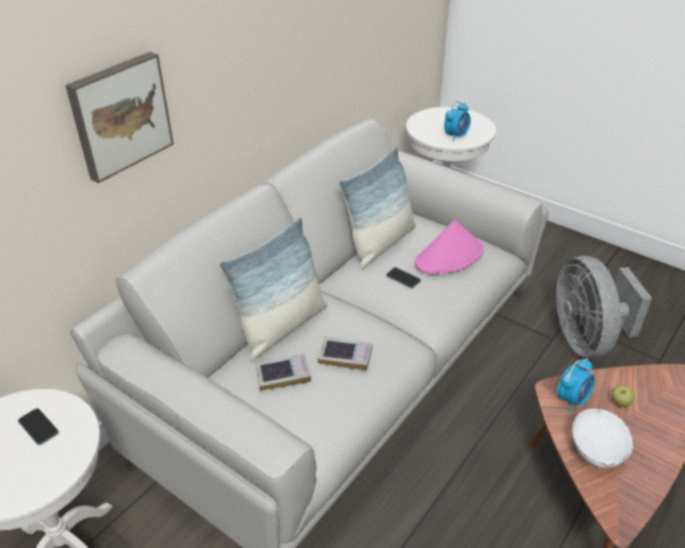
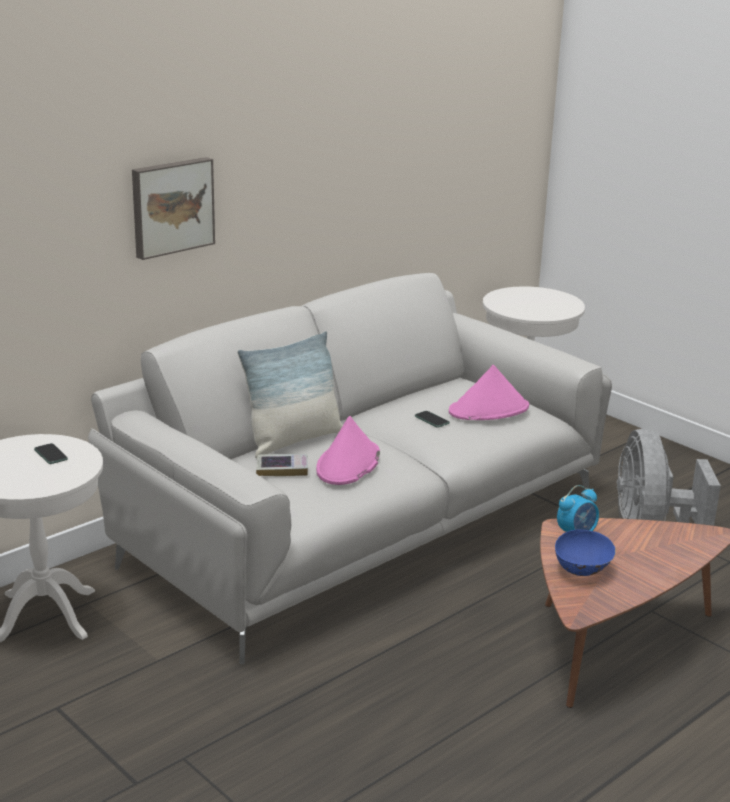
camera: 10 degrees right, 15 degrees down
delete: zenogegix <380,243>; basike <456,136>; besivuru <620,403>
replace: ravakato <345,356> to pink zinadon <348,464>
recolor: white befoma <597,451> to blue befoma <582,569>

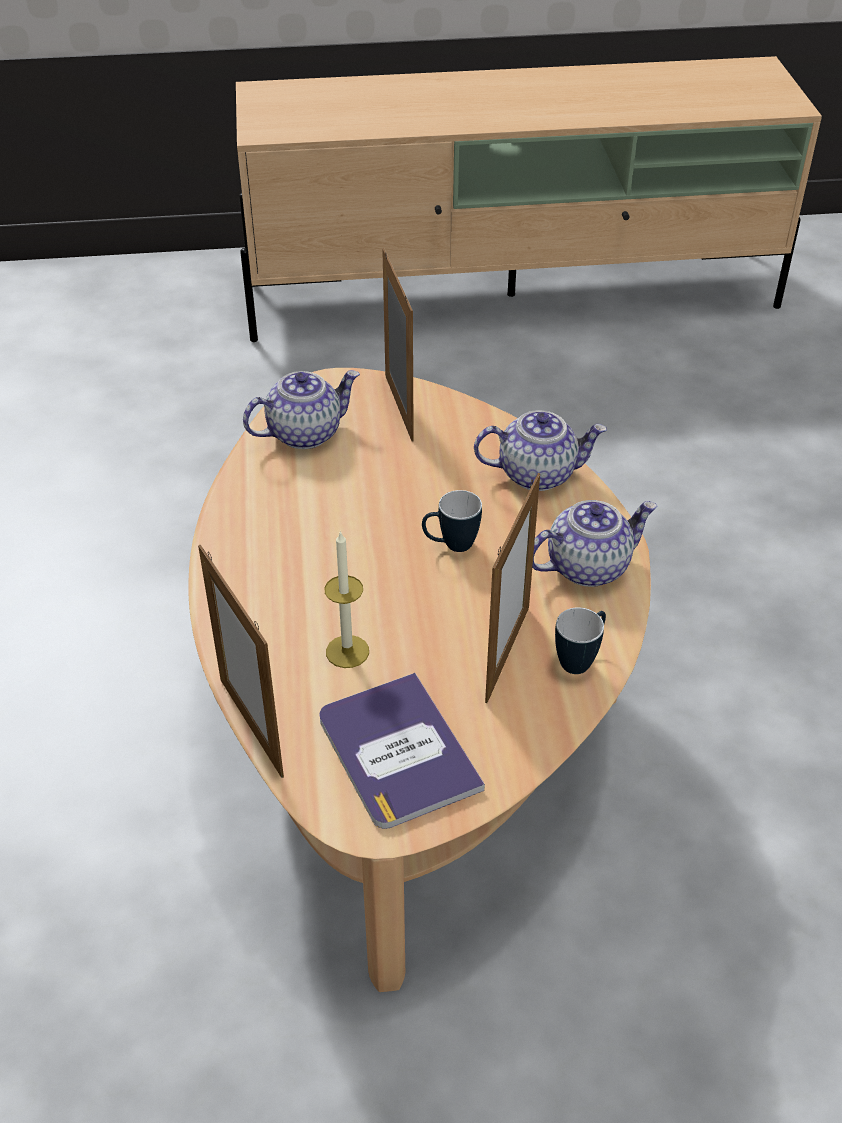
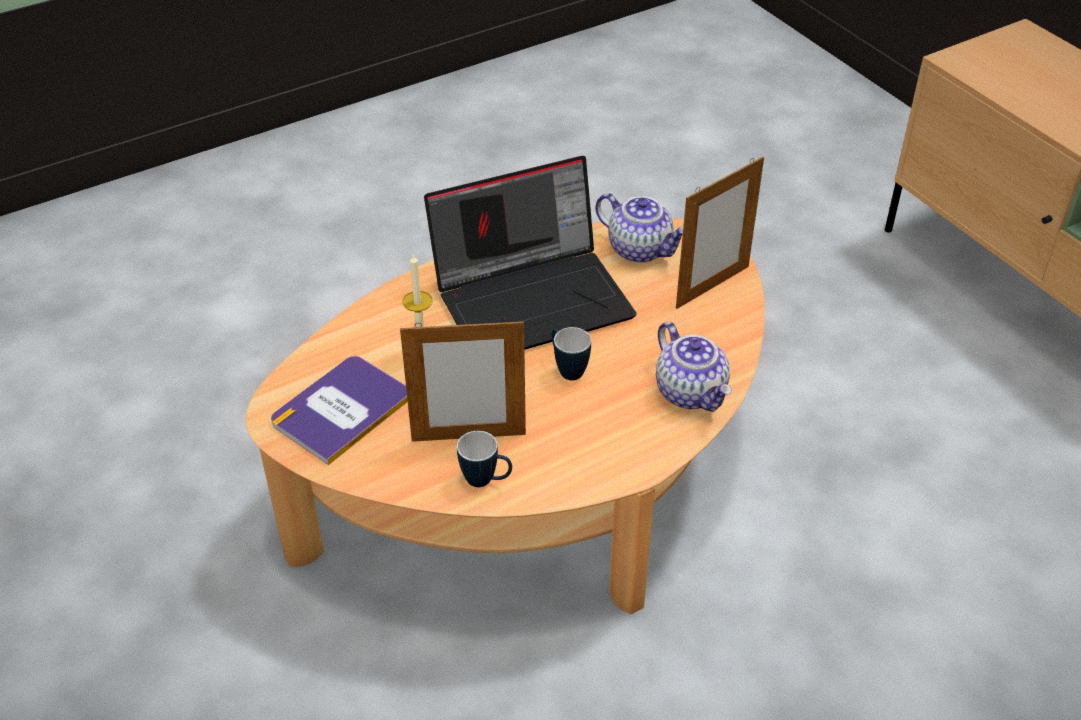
camera: 65 degrees right, 0 degrees up
delete: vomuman <251,727>; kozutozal <588,566>
insert: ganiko <534,297>

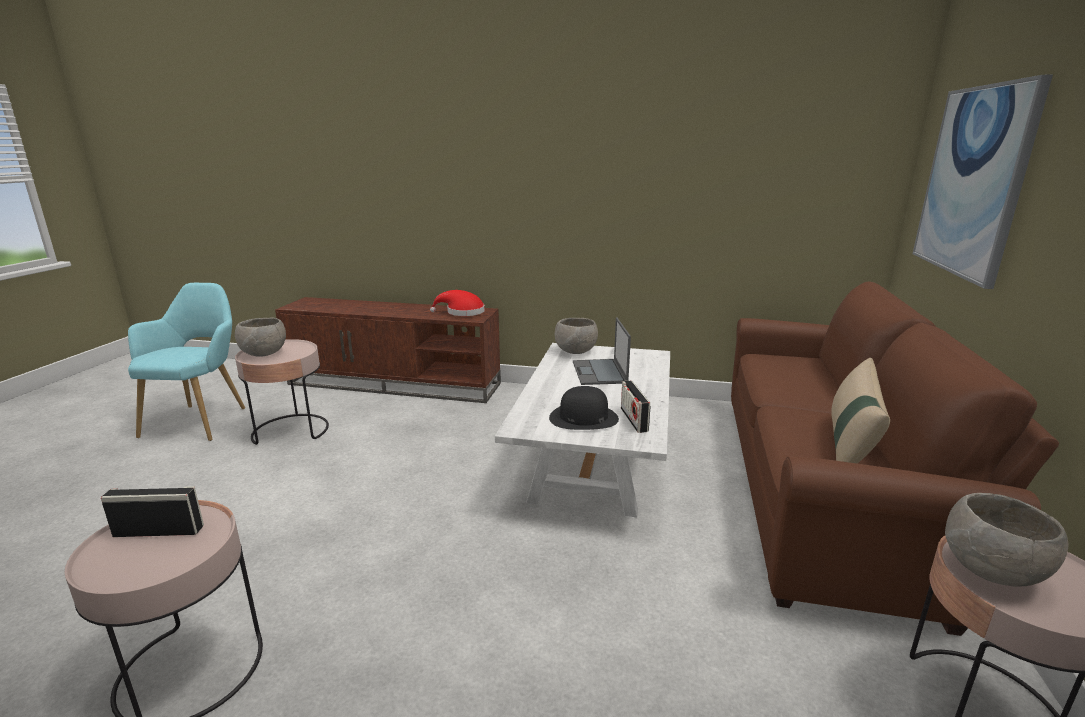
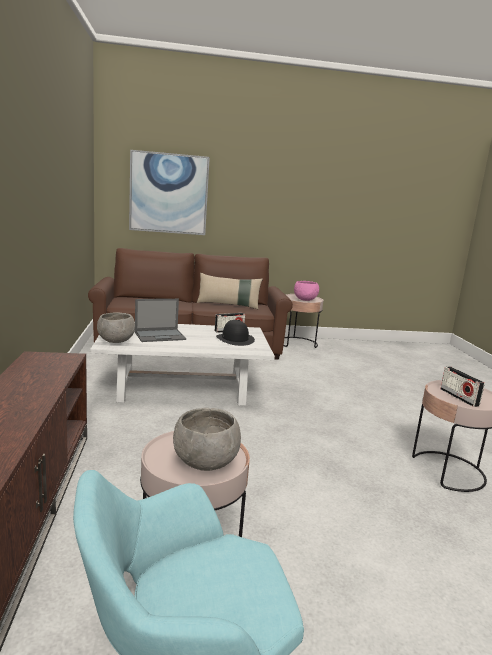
camera: 110 degrees left, 5 degrees down
delete: red zinadon <462,312>
recolor: grey befoma <992,572> to pink befoma <305,300>

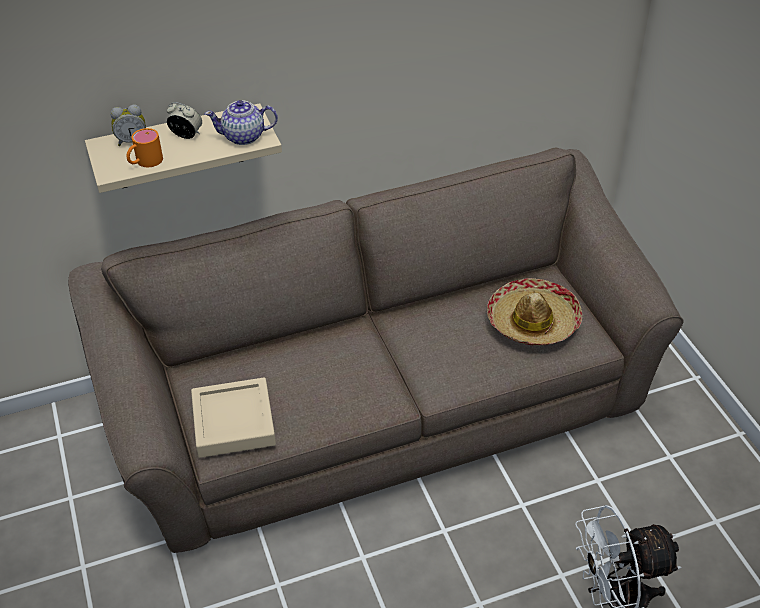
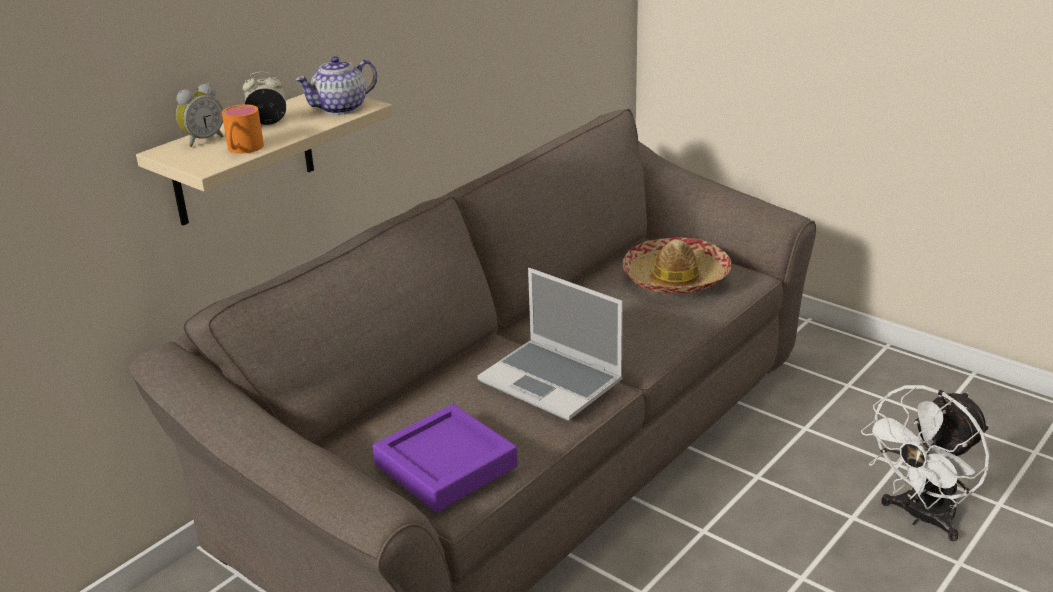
camera: 30 degrees left, 15 degrees down
insert: ganiko <553,381>
recolor: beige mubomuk <234,422> to purple mubomuk <446,465>

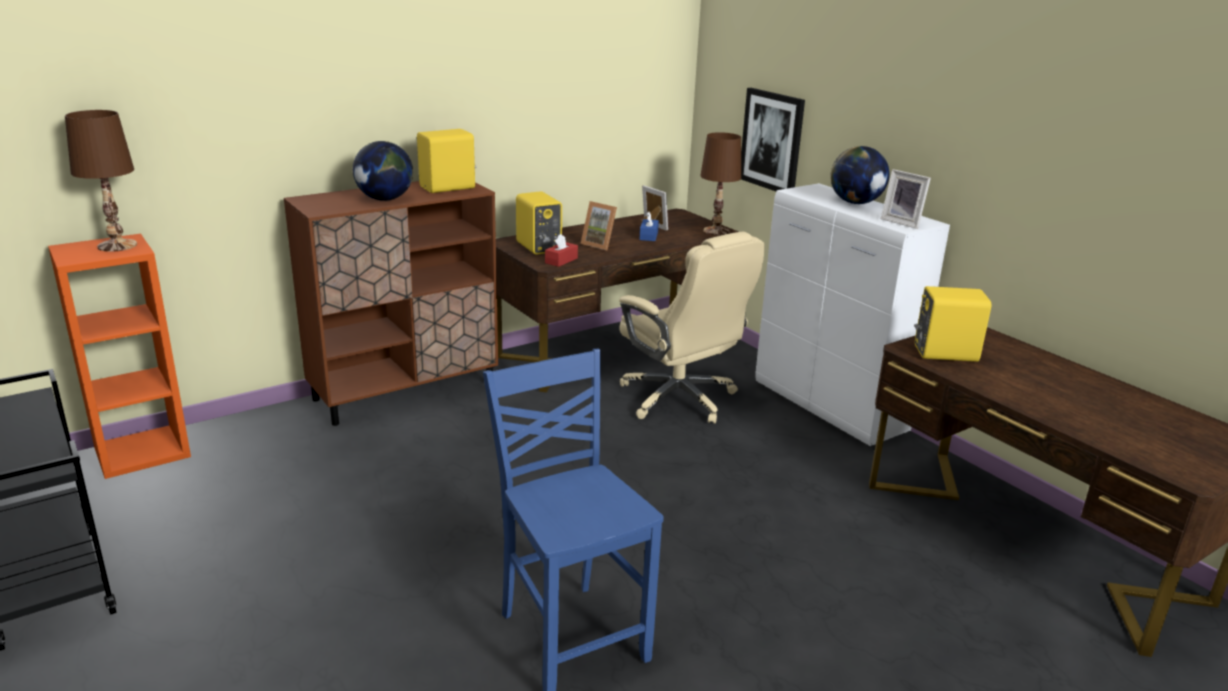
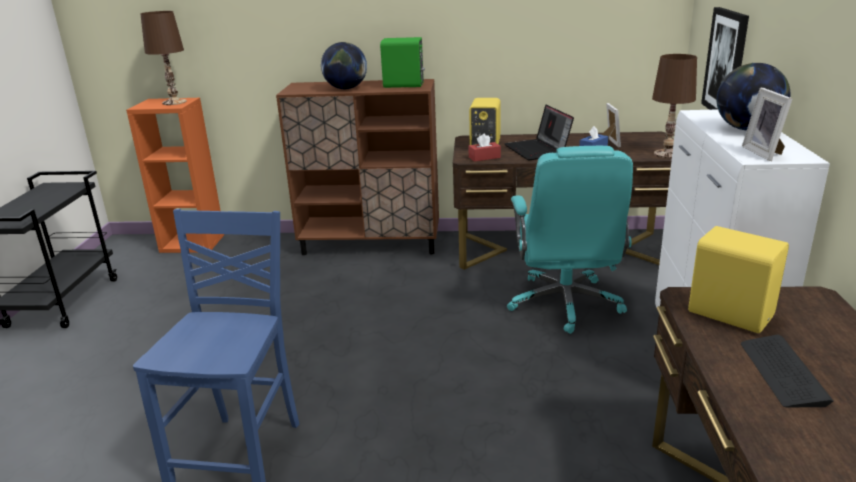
camera: 40 degrees right, 0 degrees up
insert: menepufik <782,372>
replace: vomuman <600,244> to ganiko <538,150>
recolor: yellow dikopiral <449,188> to green dikopiral <404,85>; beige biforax <680,399> to turquoise biforax <565,304>

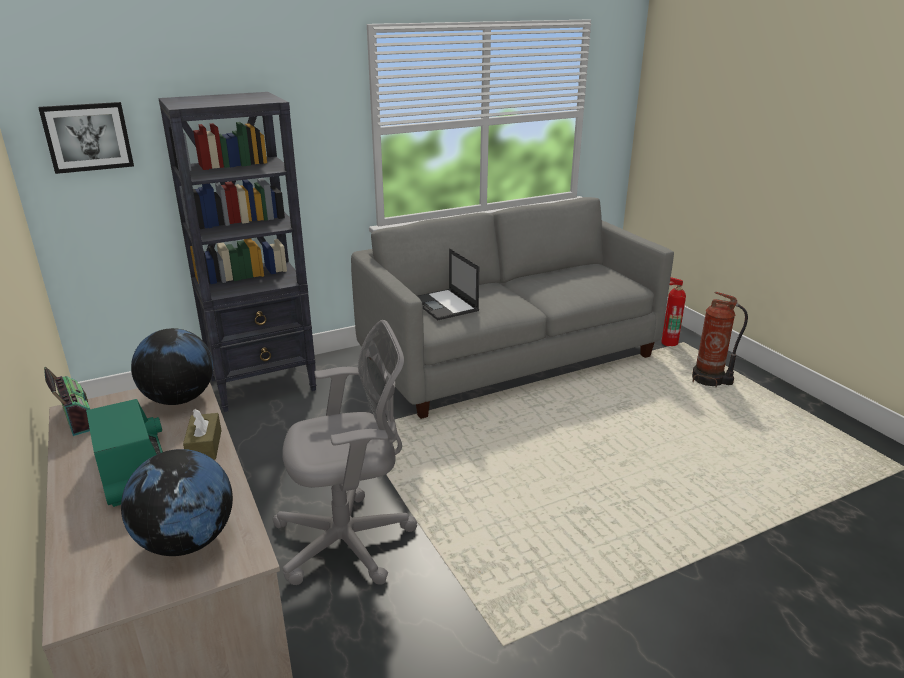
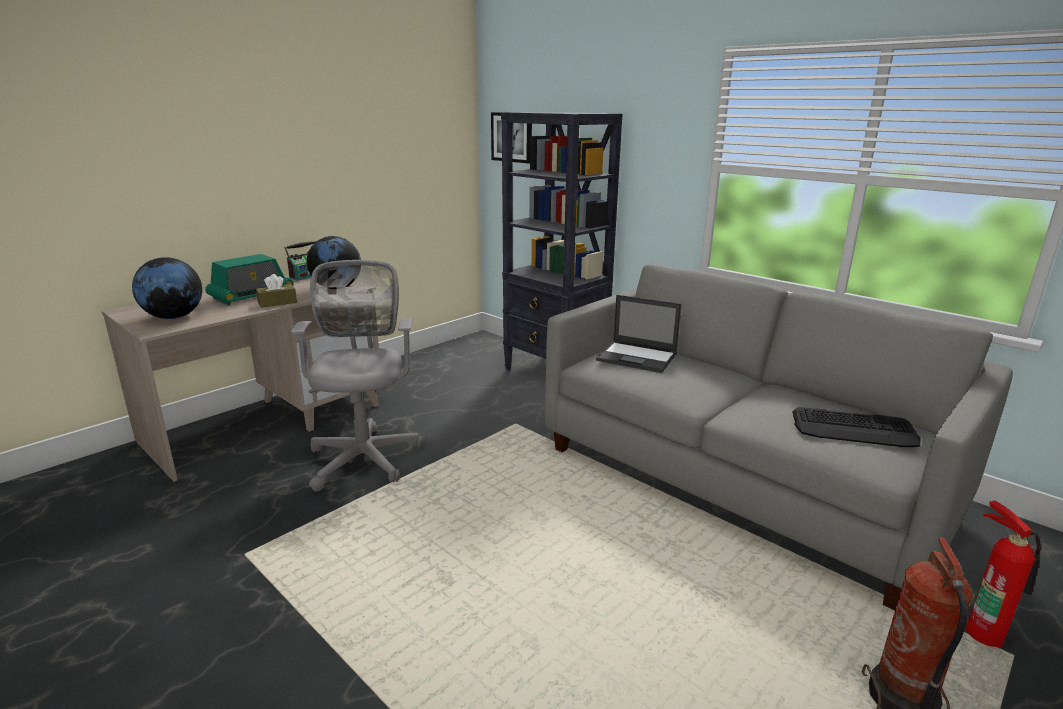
camera: 70 degrees right, 5 degrees down
insert: menepufik <854,429>
rotate: grey biforax <350,540> = <365,456> 150 degrees counterclockwise; ganiko <445,305> = <638,357> 105 degrees counterclockwise

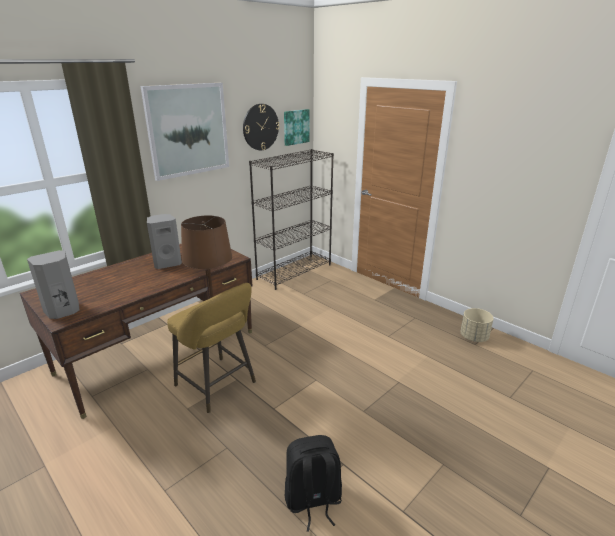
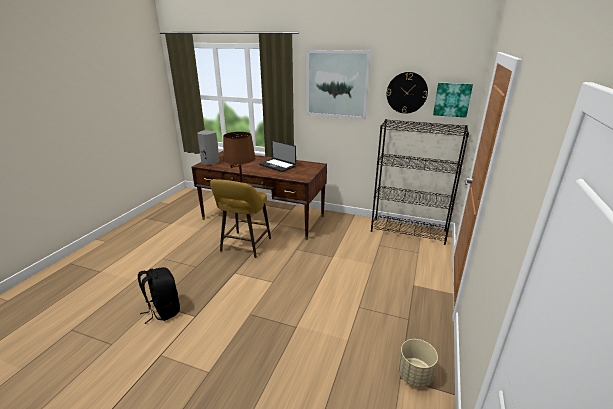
camera: 65 degrees right, 0 degrees up
replace: grey dikopiral <167,263> to ganiko <277,166>

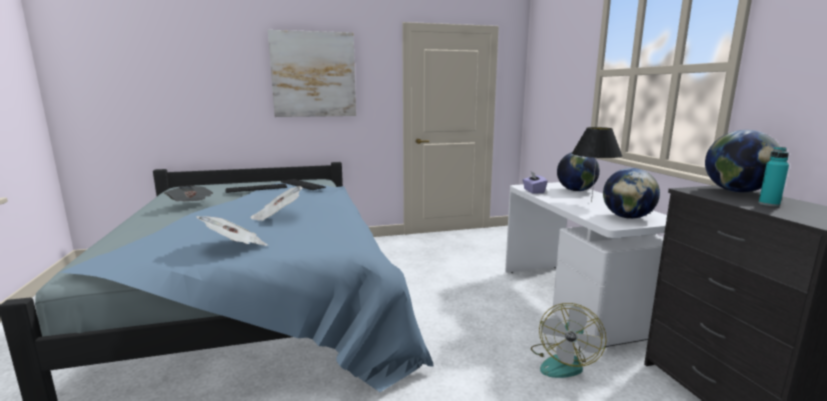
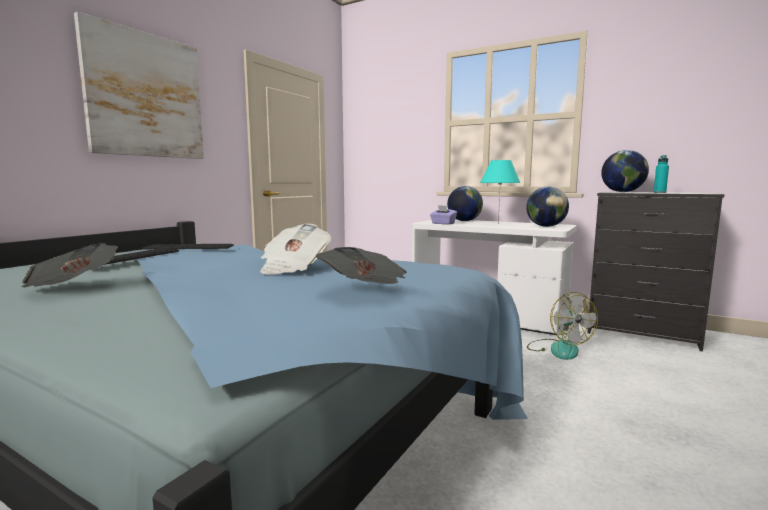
camera: 45 degrees left, 5 degrees down
recolor: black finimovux <591,202> to turquoise finimovux <498,224>

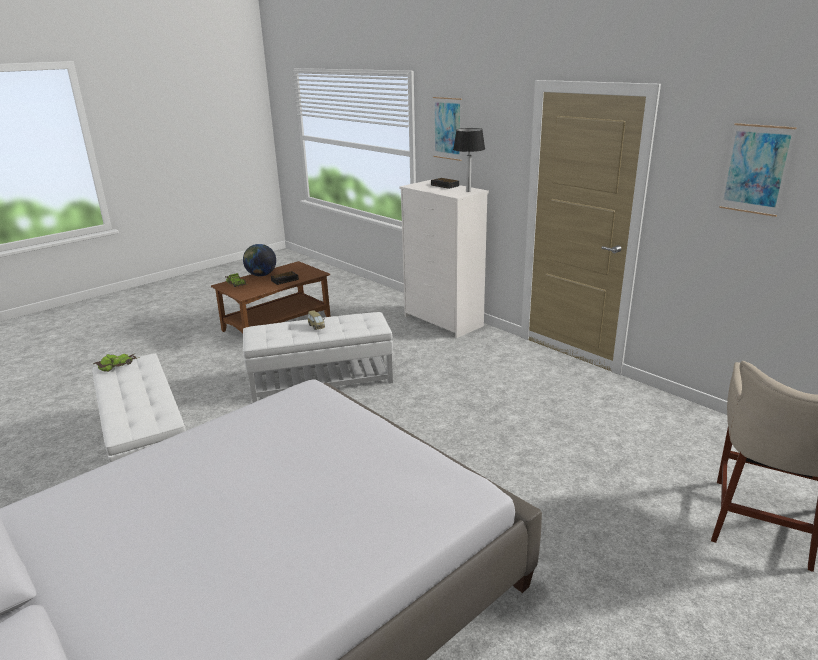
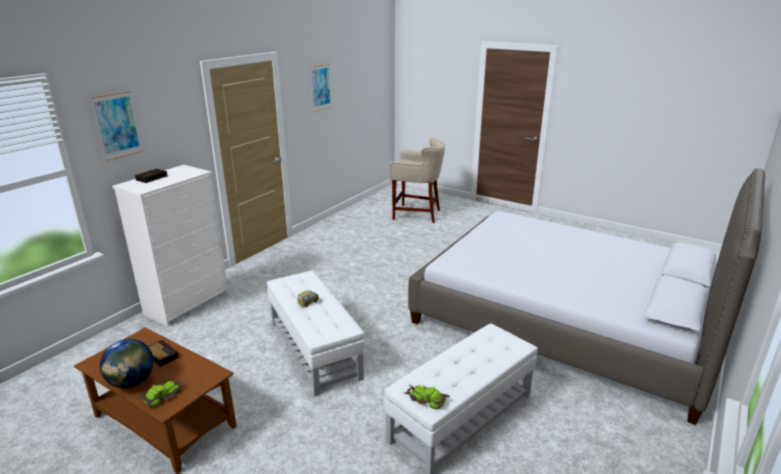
camera: 105 degrees left, 0 degrees up
delete: finimovux <468,191>

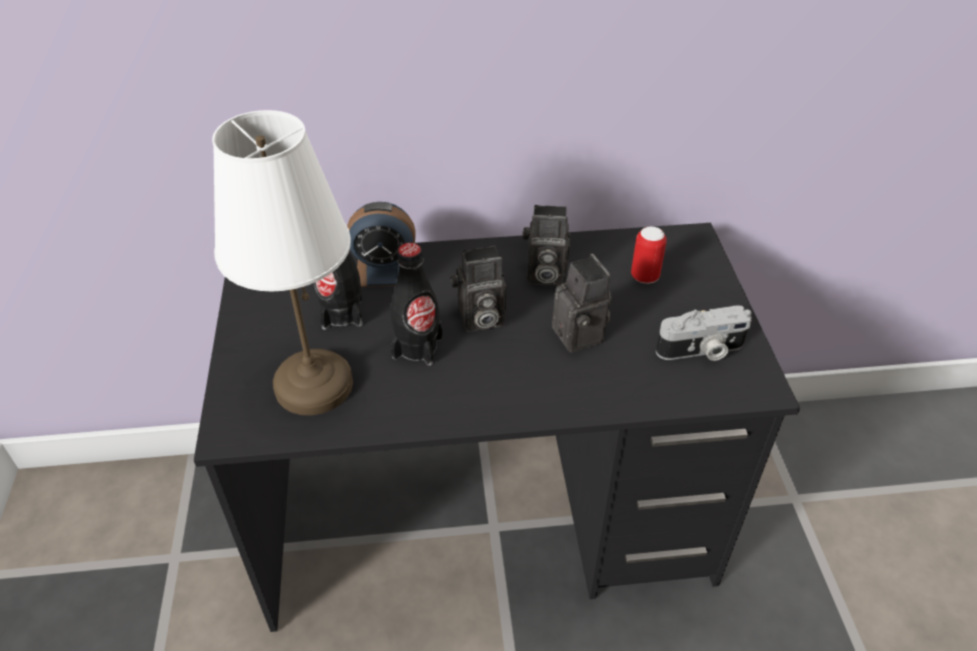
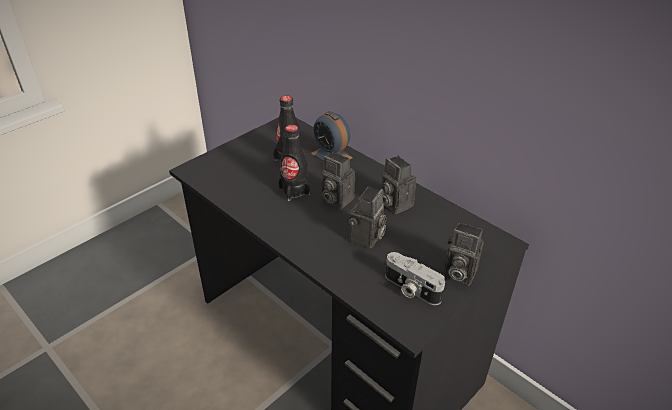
camera: 50 degrees right, 5 degrees down
delete: white finimovux <313,386>; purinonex <644,276>
insert: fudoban <457,273>

